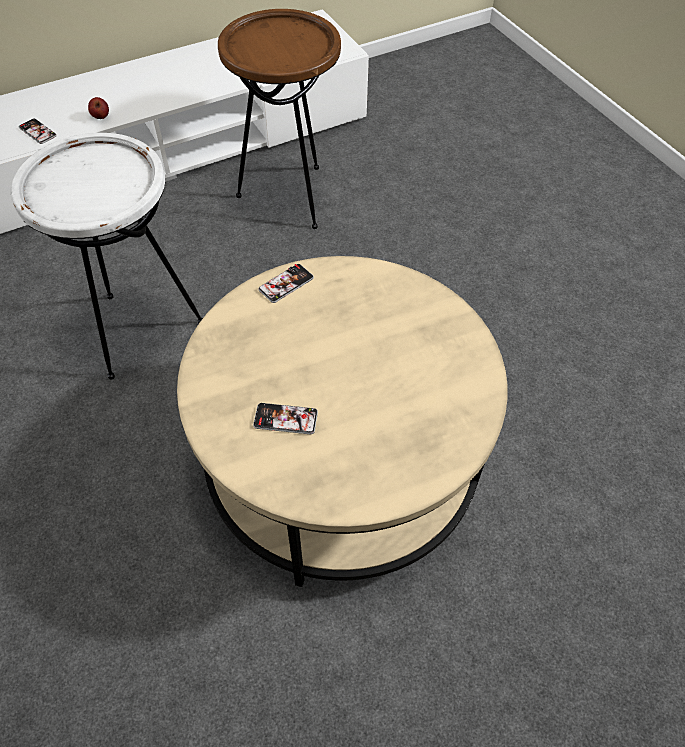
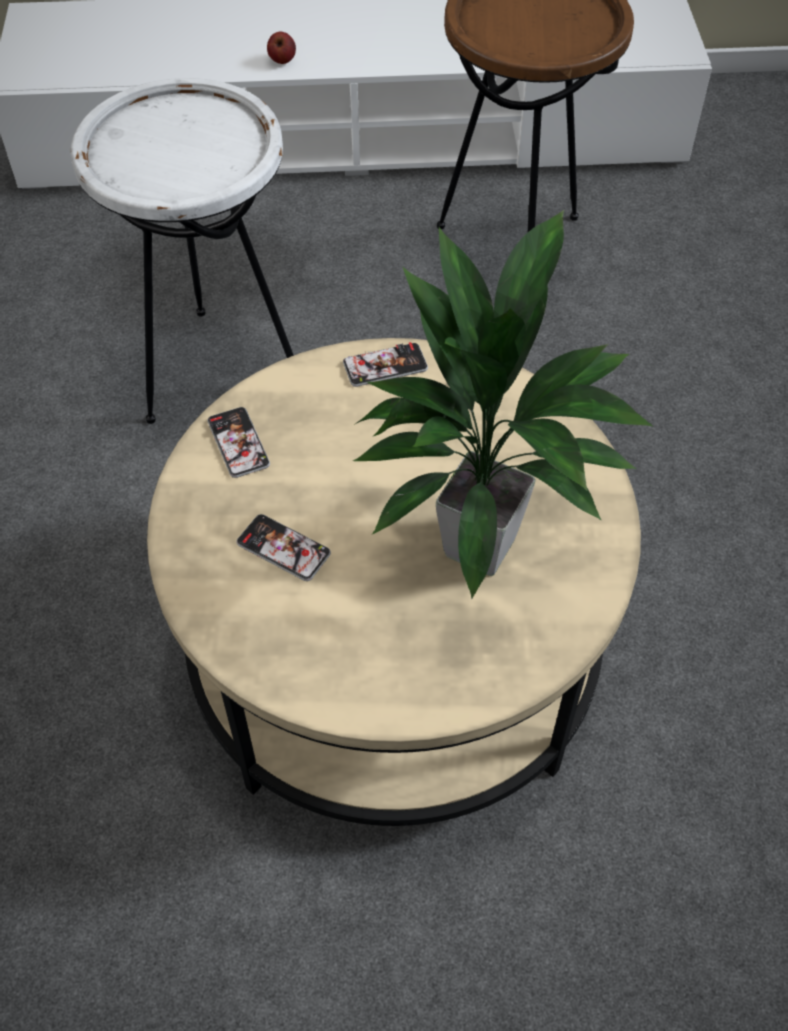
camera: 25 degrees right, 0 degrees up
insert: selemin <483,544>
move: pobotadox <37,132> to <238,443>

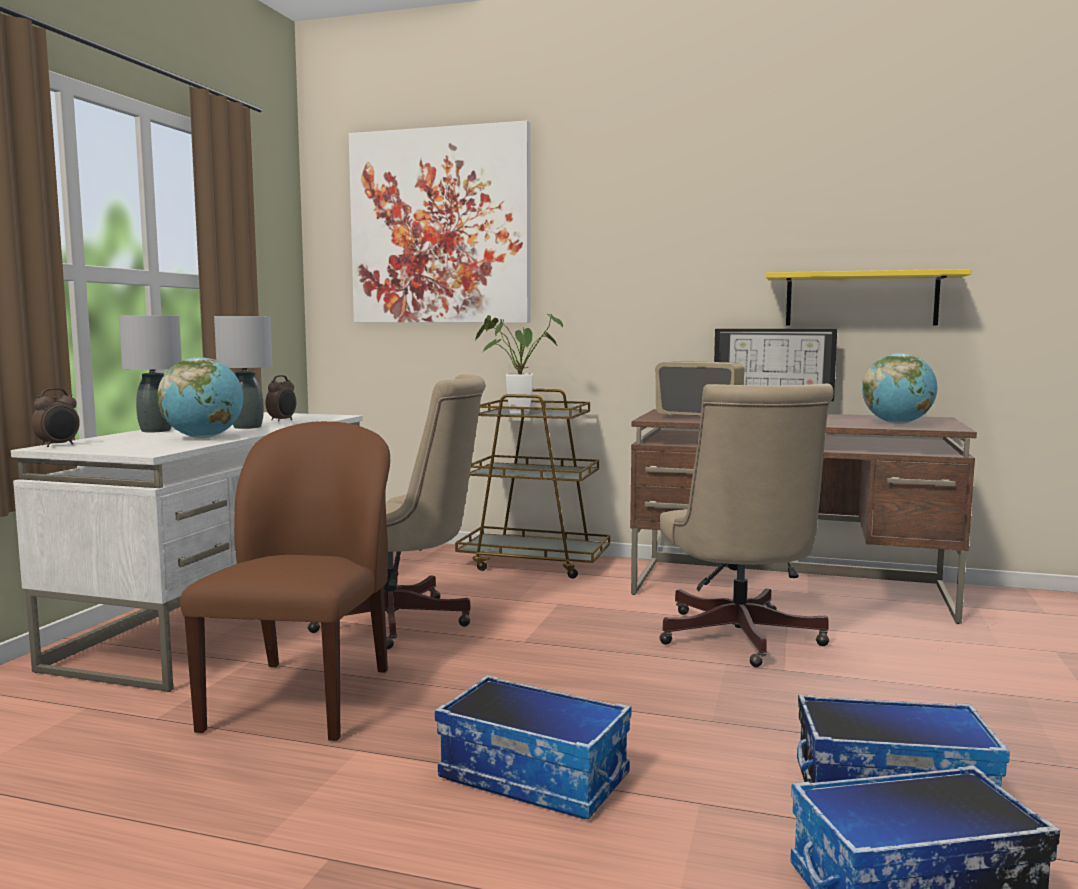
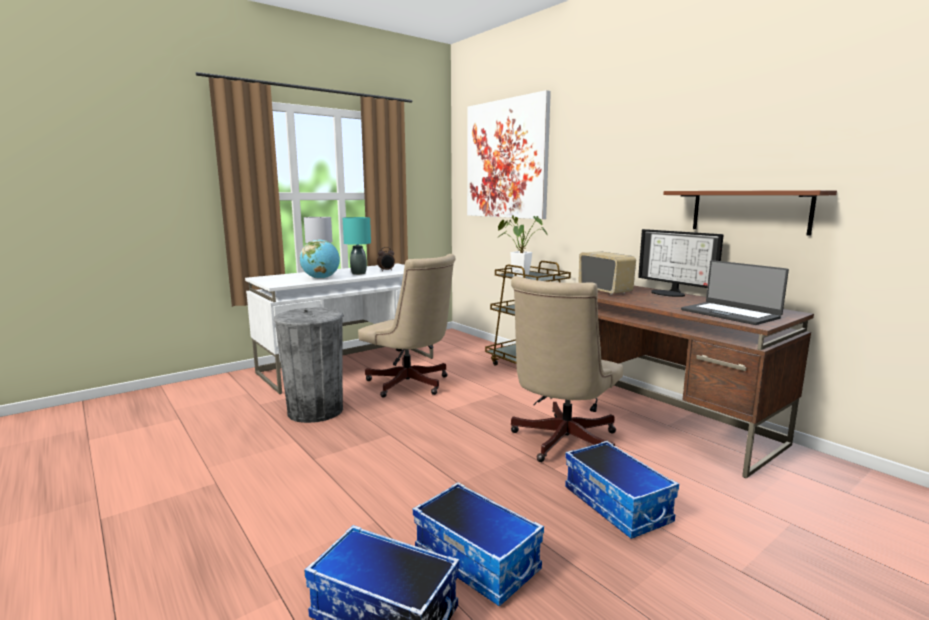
camera: 35 degrees right, 5 degrees up
delete: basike <58,445>
move: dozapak <535,777> to <618,505>
replace: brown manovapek <302,698> to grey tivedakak <315,411>; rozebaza <897,423> to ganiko <730,314>
recolor: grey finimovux <247,427> to turquoise finimovux <359,273>; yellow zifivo <861,299> to brown zifivo <749,211>

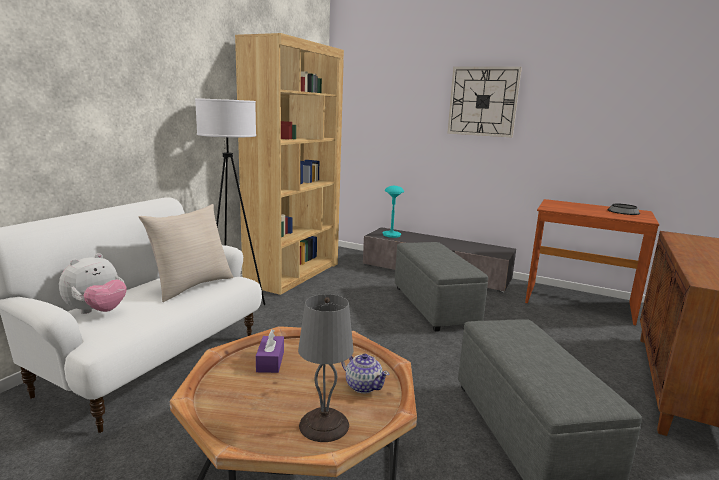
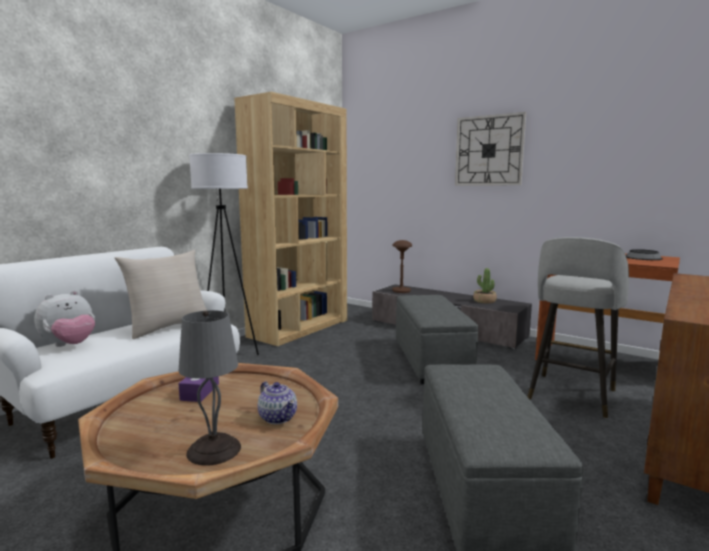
camera: 10 degrees right, 5 degrees down
insert: selemin <484,301>; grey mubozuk <570,396>
recolor: turquoise finimovux <391,235> to brown finimovux <401,291>

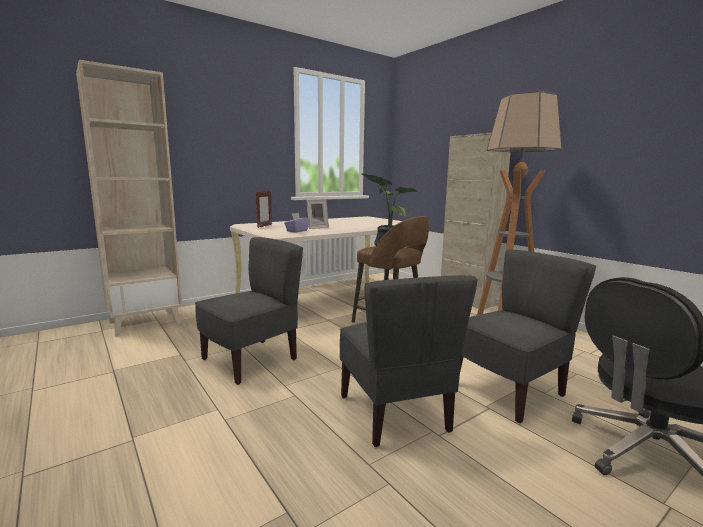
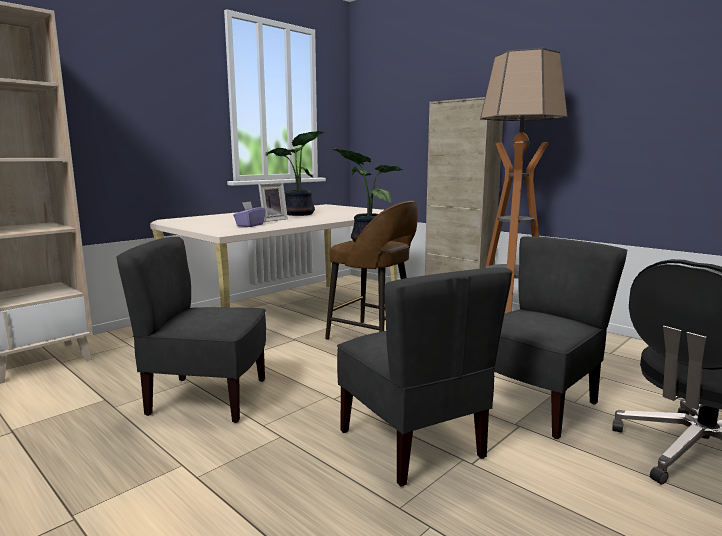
camera: 10 degrees left, 0 degrees up
delete: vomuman <264,226>
insert: selemin <298,214>
rotate: grey manovapek <251,360> = <207,398> 120 degrees counterclockwise

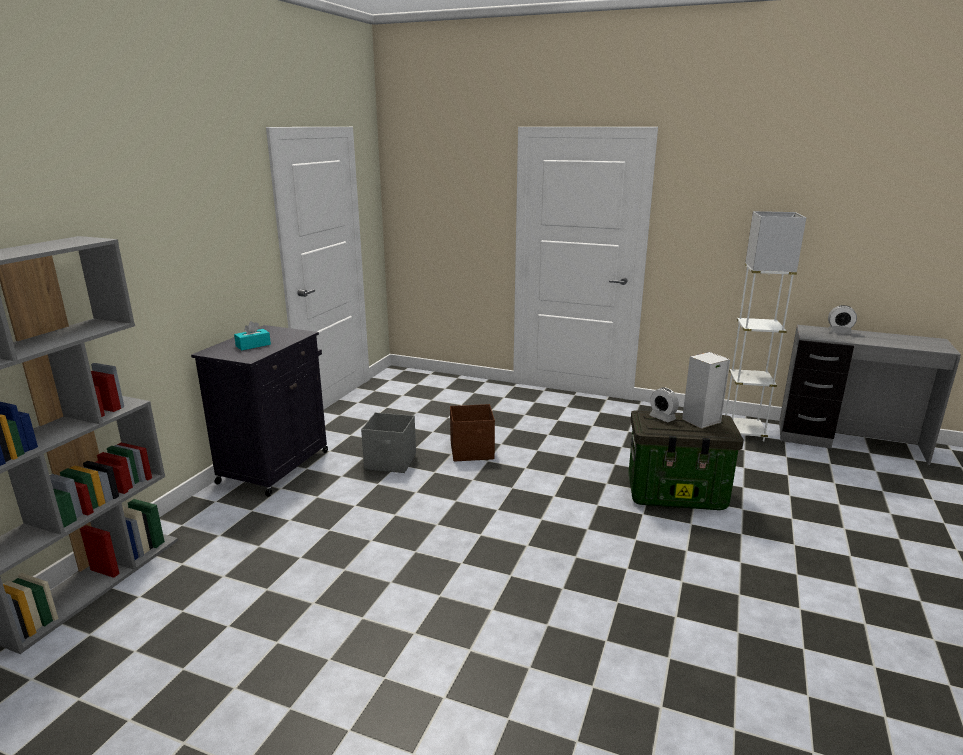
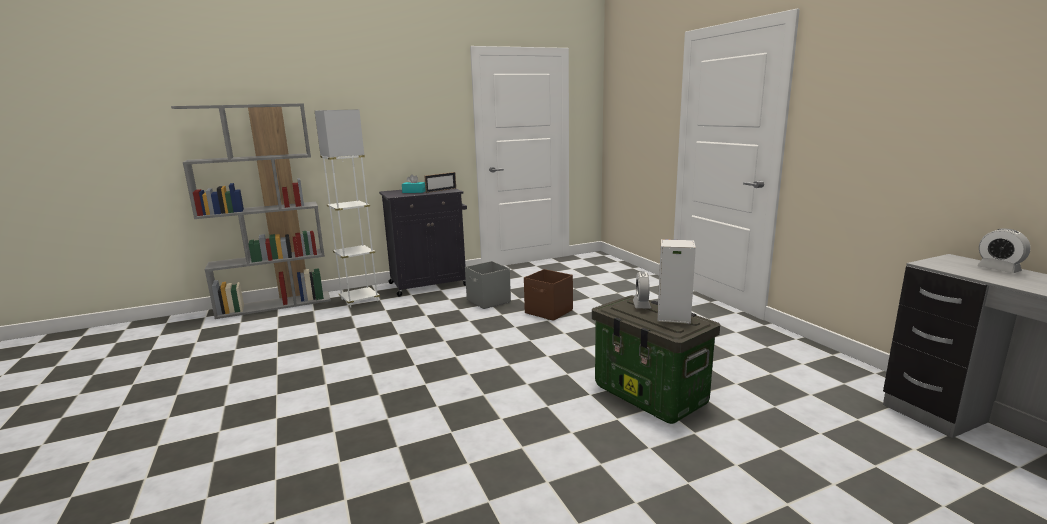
camera: 45 degrees right, 5 degrees down
insert: vomuman <441,190>
move: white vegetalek <743,432> to <359,300>

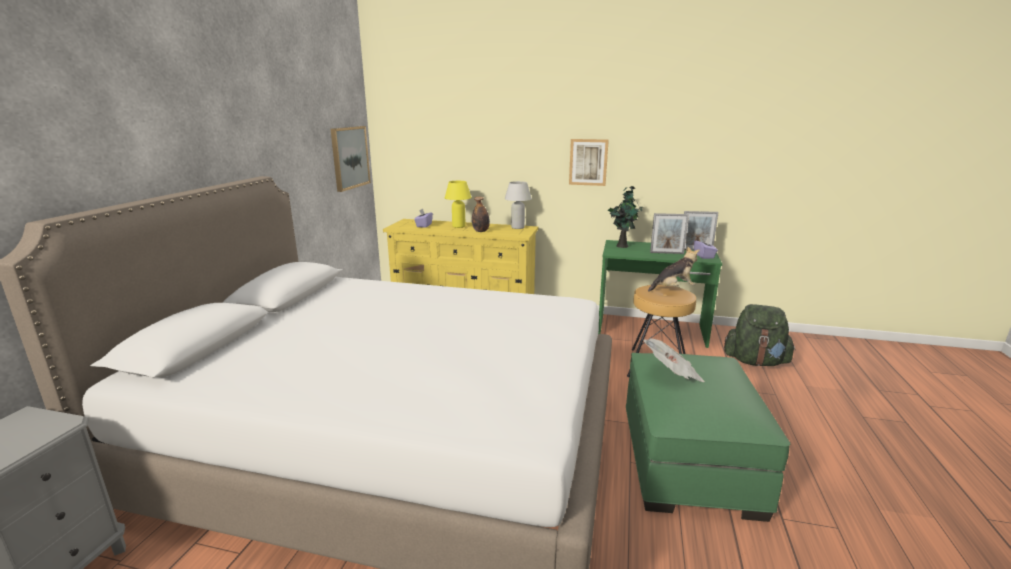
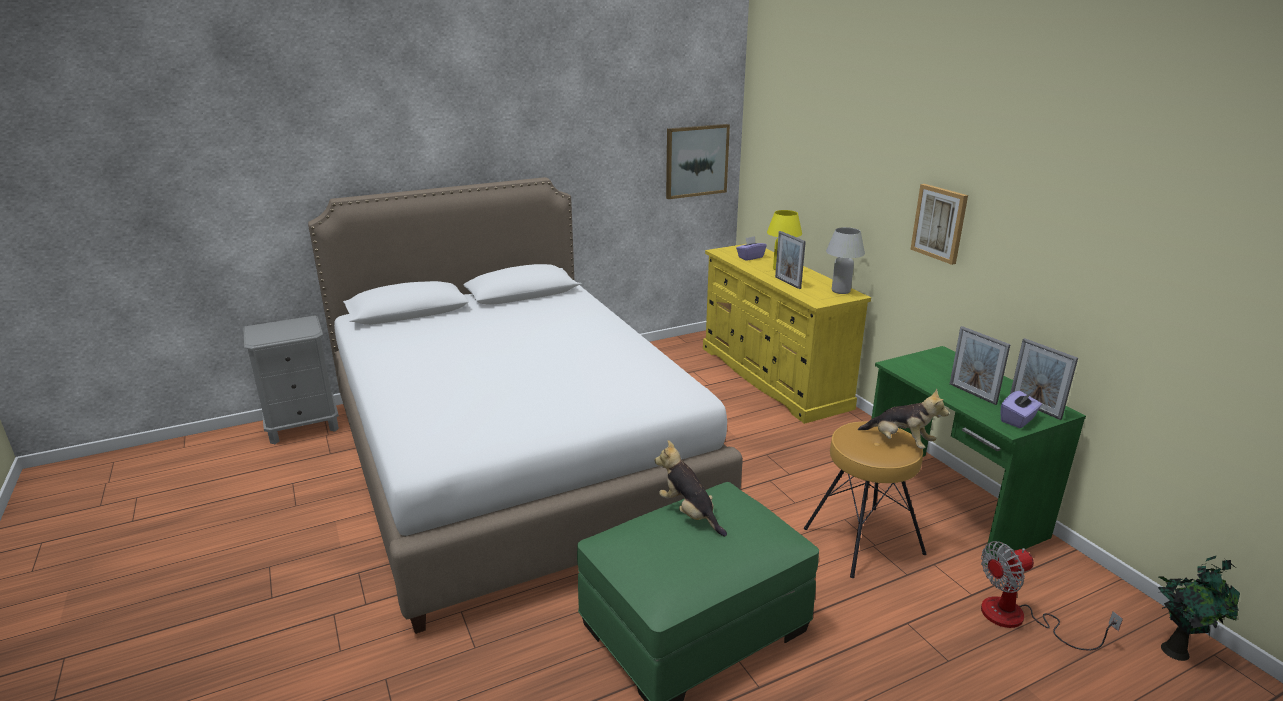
camera: 50 degrees right, 5 degrees up
move: selemin <622,245> to <1177,650>
replace: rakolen <481,231> to vomuman <787,282>; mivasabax <672,374> to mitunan <689,513>; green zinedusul <755,361> to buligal <1019,619>

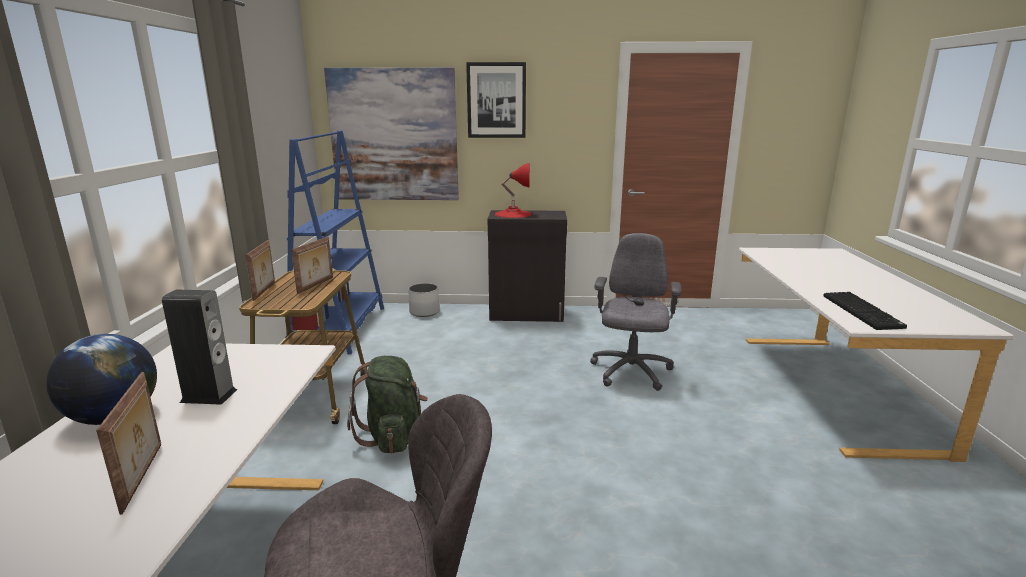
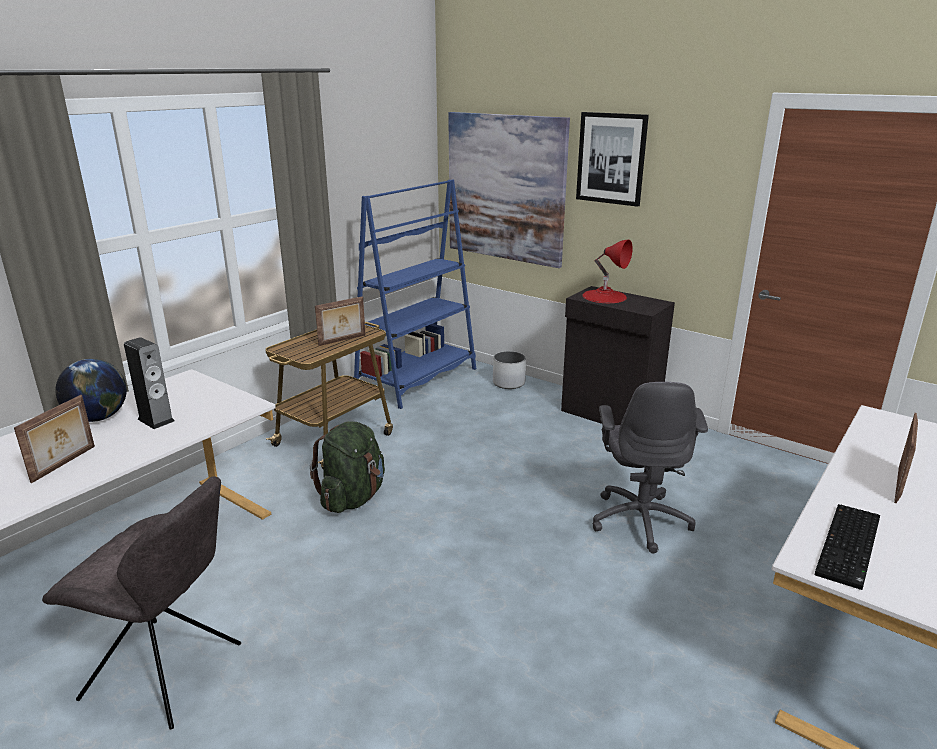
camera: 35 degrees right, 5 degrees up
move: vomuman <265,291> to <899,484>
rotate: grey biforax <630,372> = <640,520> 135 degrees clockwise

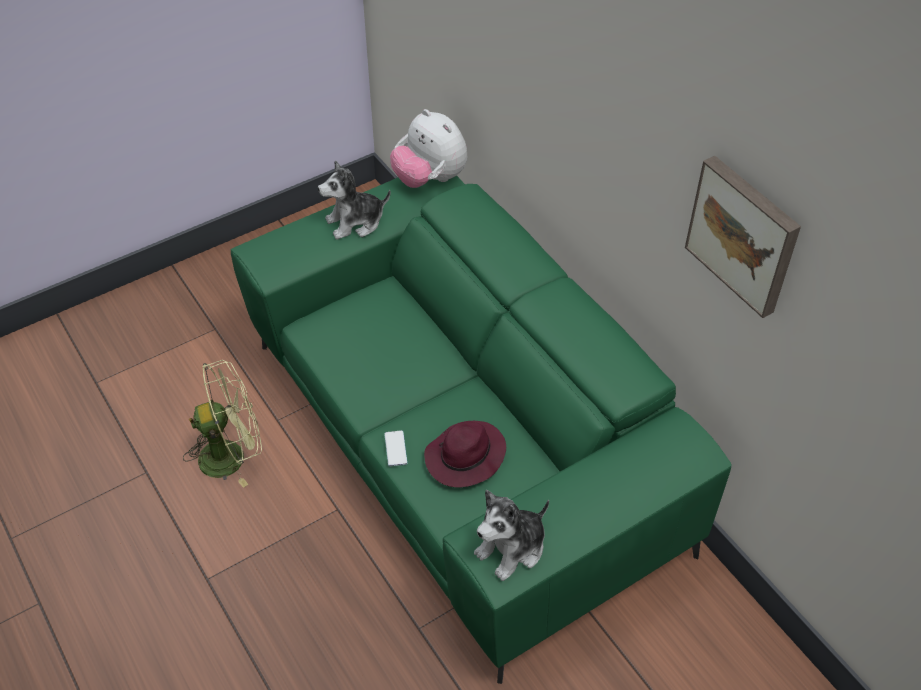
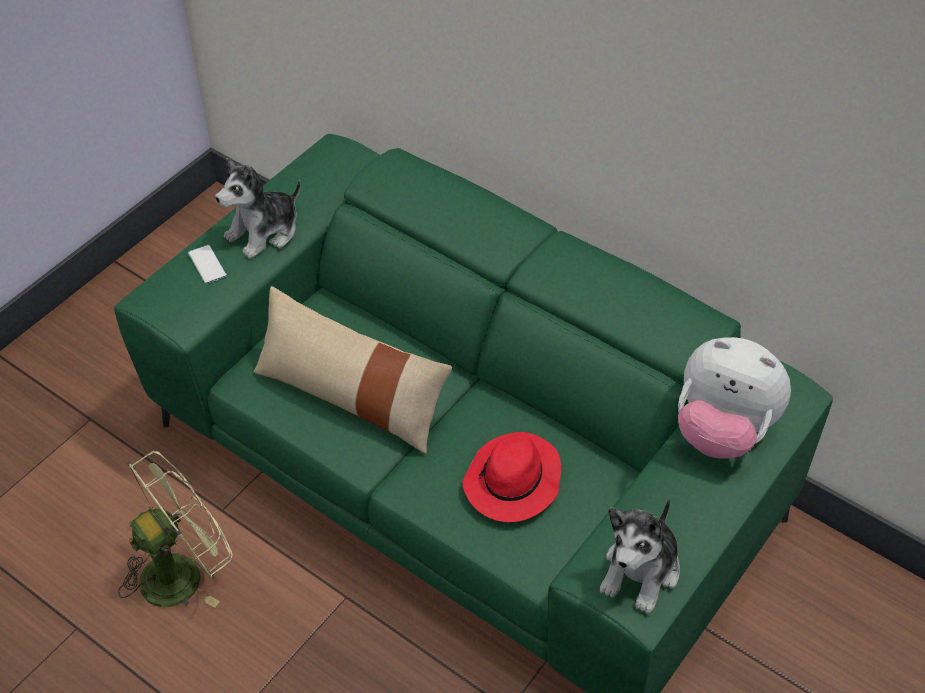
camera: 20 degrees left, 0 degrees up
delete: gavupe <744,234>
insert: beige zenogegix <351,396>
move: pobotadox <395,448> to <207,264>; mitunan <430,179> to <722,431>
recolor: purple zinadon <465,458> to red zinadon <512,482>

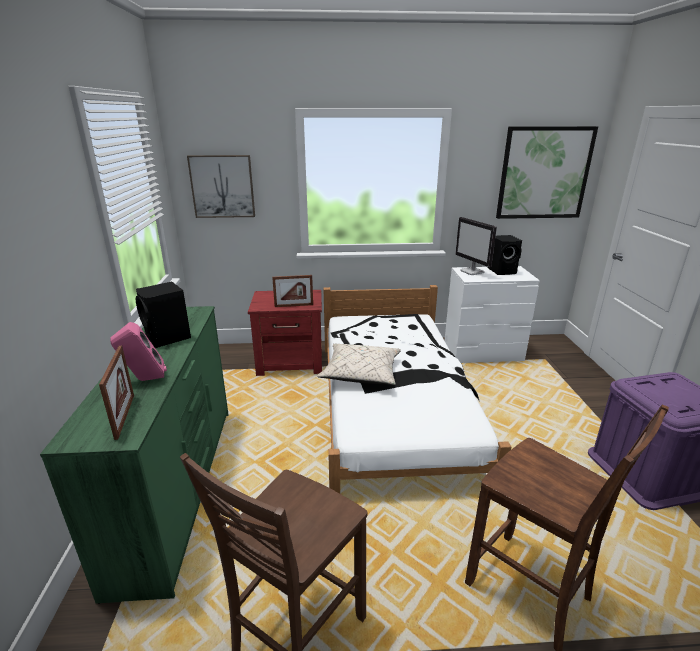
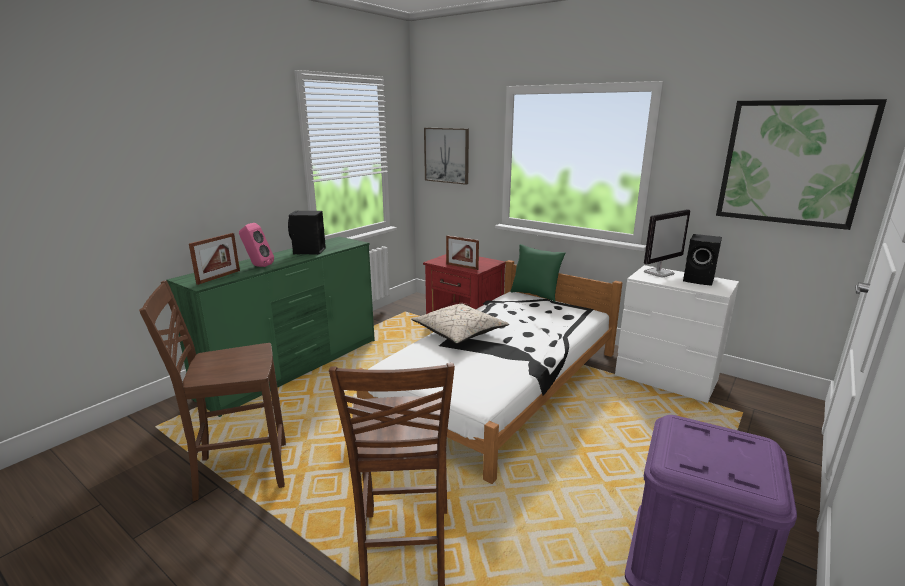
camera: 40 degrees right, 5 degrees down
insert: green zenogegix <535,295>
rotate: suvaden <472,272> = <659,273> 135 degrees counterclockwise

